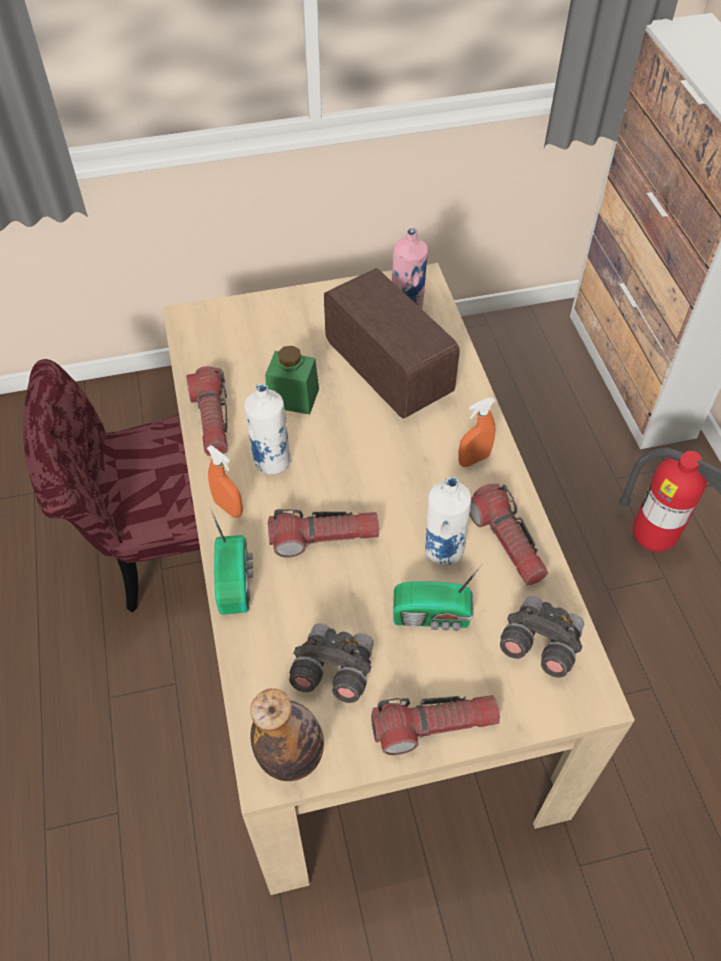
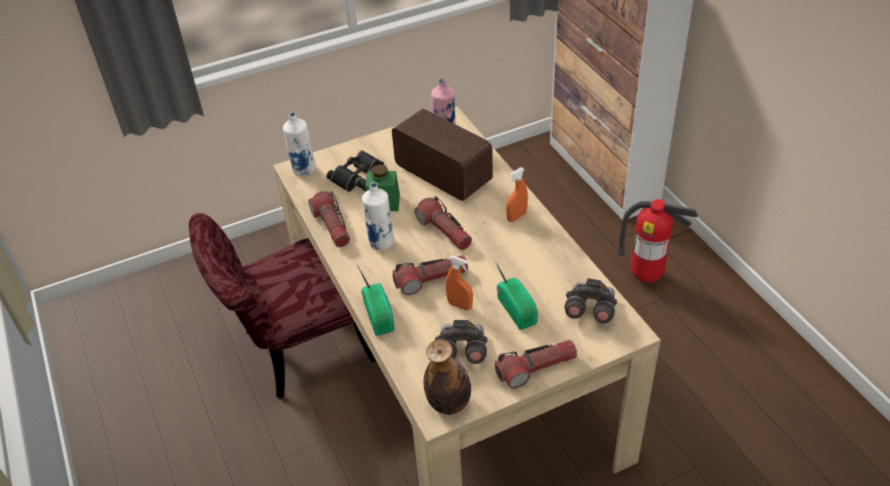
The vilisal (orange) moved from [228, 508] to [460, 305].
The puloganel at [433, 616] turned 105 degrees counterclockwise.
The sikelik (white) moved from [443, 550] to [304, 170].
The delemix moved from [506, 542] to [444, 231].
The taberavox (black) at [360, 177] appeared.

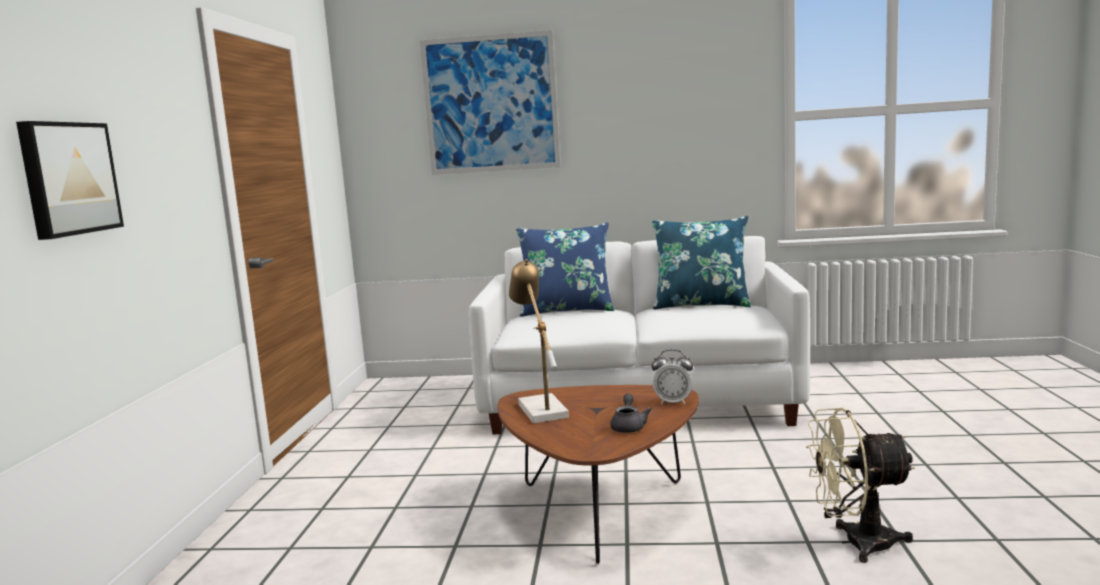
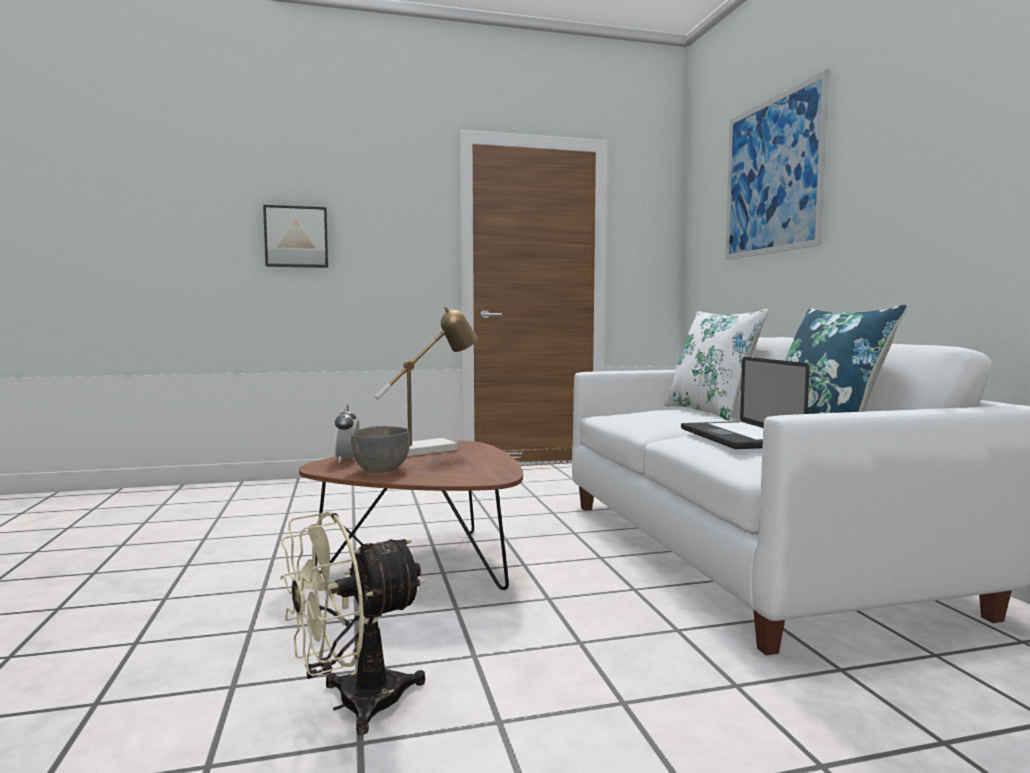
The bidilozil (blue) at [567, 310] became the bidilozil (white) at [710, 412].
The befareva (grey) at [629, 426] was replaced by the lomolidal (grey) at [381, 470].
The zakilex moved from [673, 402] to [347, 460].
The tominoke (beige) at [856, 543] turned 105 degrees counterclockwise.
The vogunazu at [738, 437] appeared.

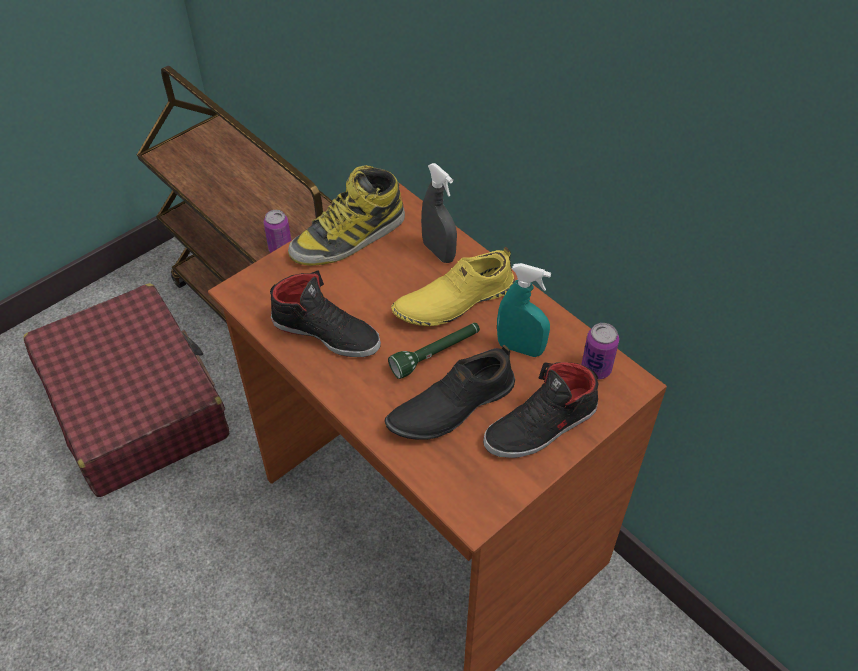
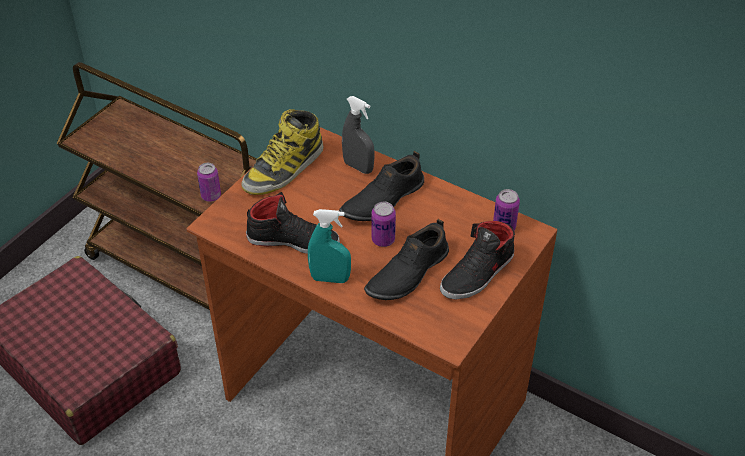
The delemix (green) at [436, 354] was replaced by the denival at [383, 240].
The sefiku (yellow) at [453, 300] became the sefiku (black) at [382, 199].
The vilisal (turquoise) moved from [520, 348] to [330, 278].

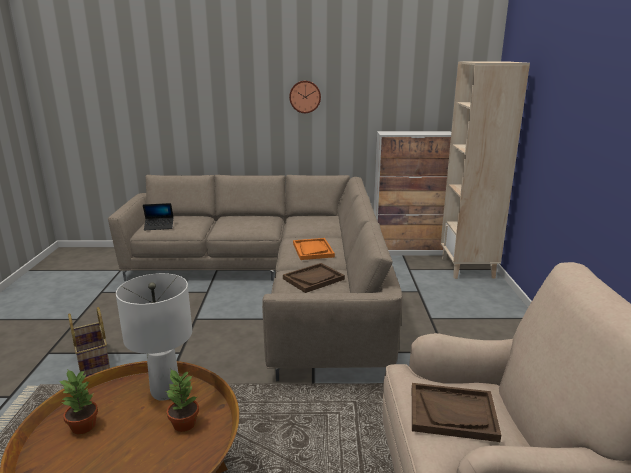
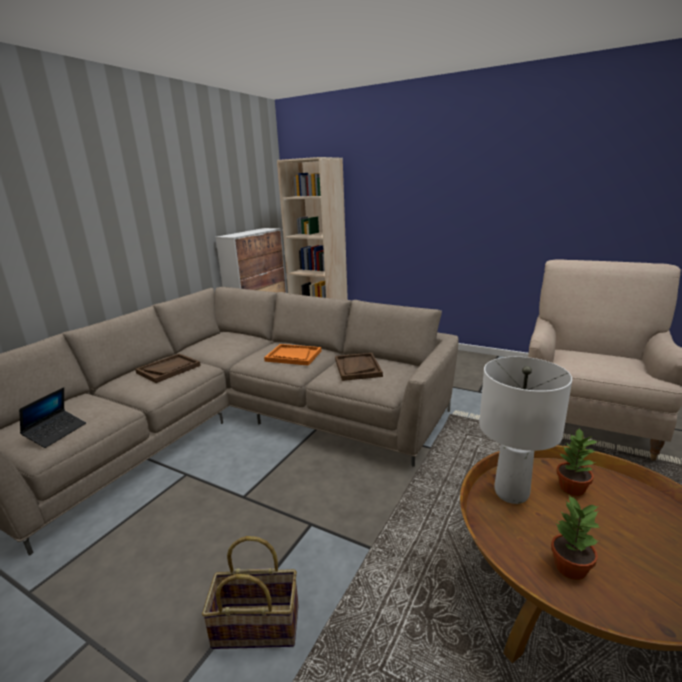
The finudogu at [305, 96] disappeared.
The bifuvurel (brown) moved from [453, 413] to [168, 369].

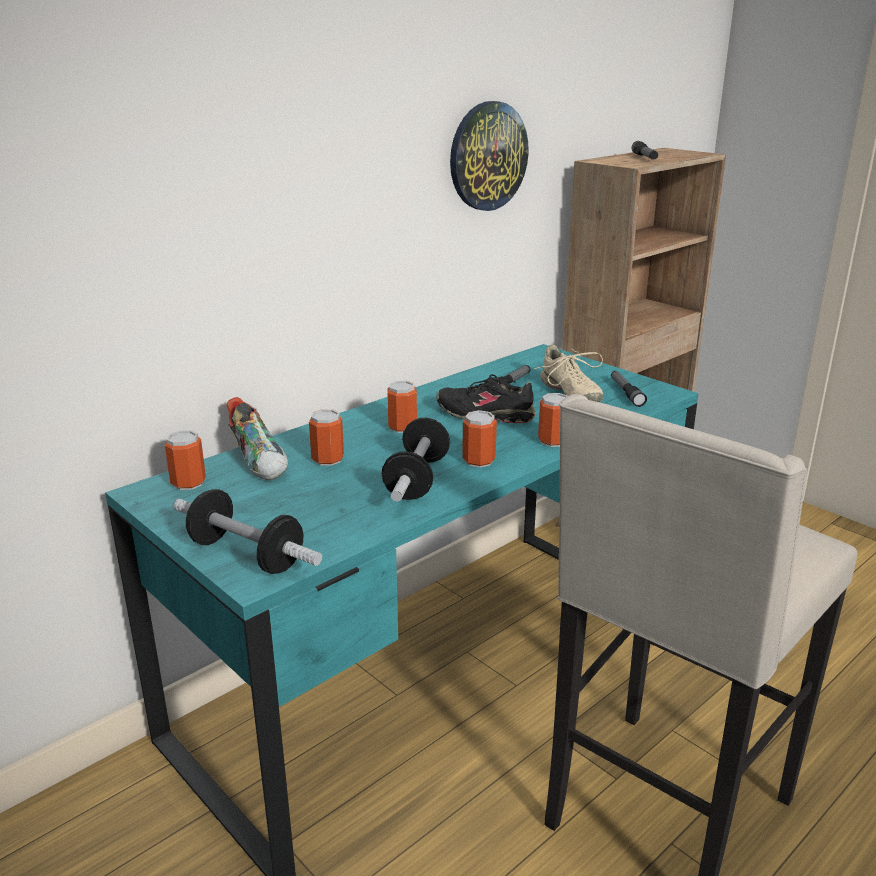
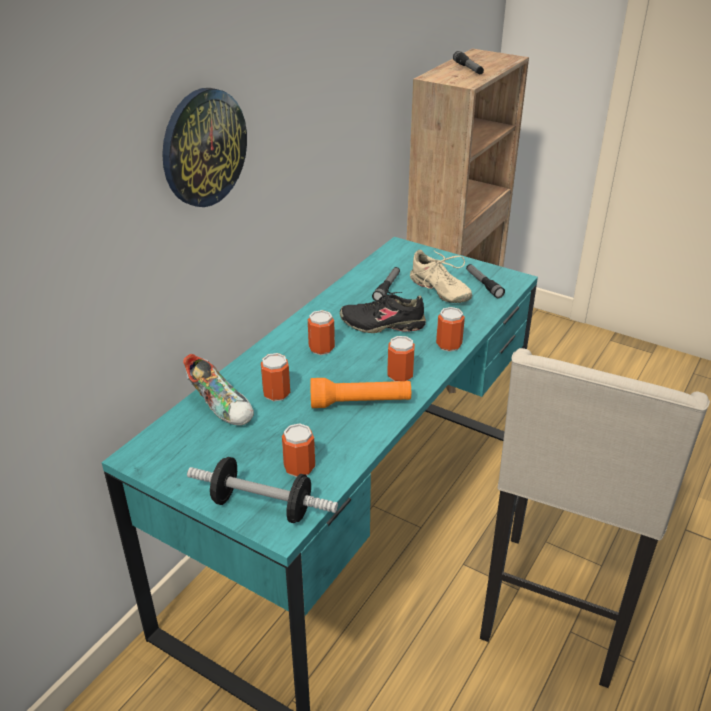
The denival moved from [188, 483] to [299, 468].
The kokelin at [417, 479] was replaced by the delemix (orange) at [360, 403].
The finudogu moved from [487, 156] to [203, 147].

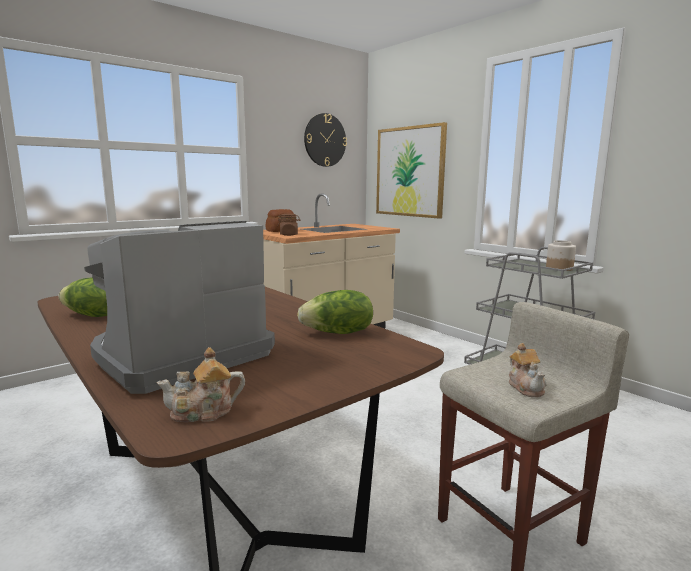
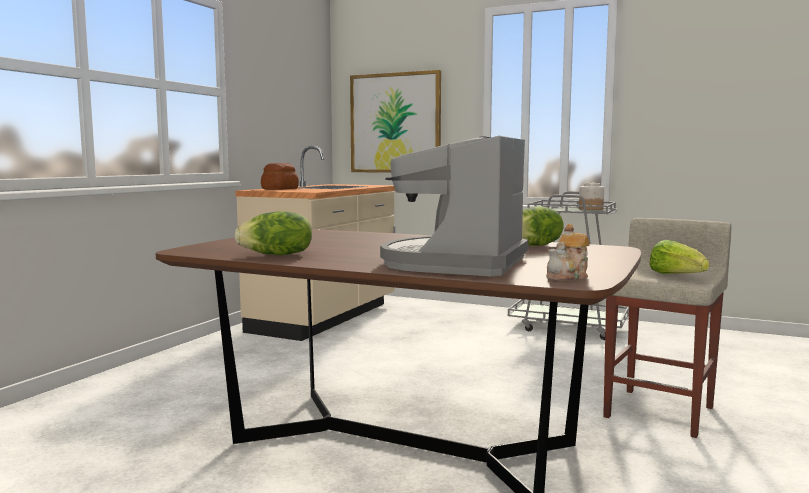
The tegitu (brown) at [289, 235] disappeared.
The finudogu at [325, 140] disappeared.
The befareva at [526, 387] was replaced by the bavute at [676, 275].

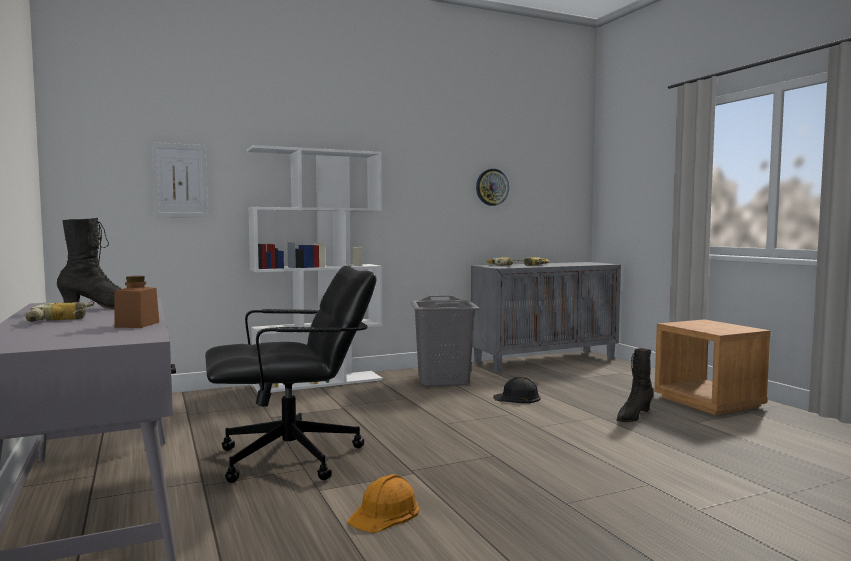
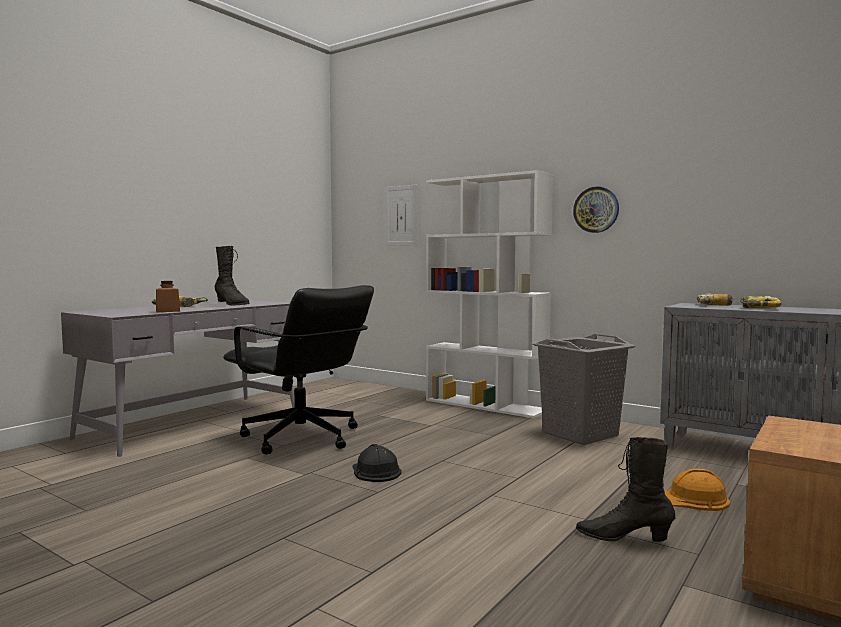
The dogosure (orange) moved from [385, 513] to [693, 500].
The finudogu moved from [492, 187] to [596, 209].
The dogosure (black) moved from [517, 398] to [375, 471].

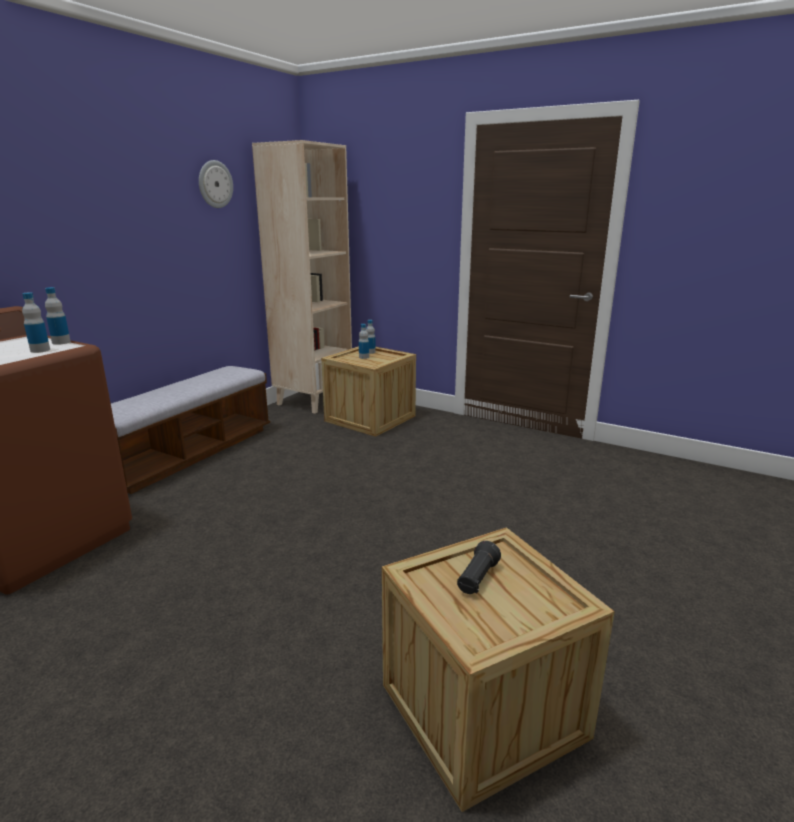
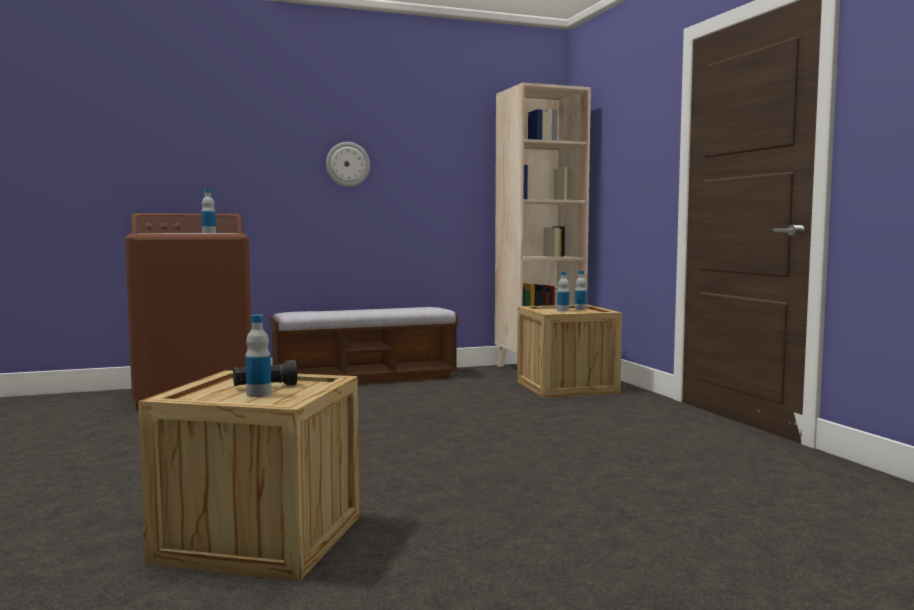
The sikelik moved from [61, 342] to [259, 394].
The finudogu moved from [215, 184] to [347, 164].

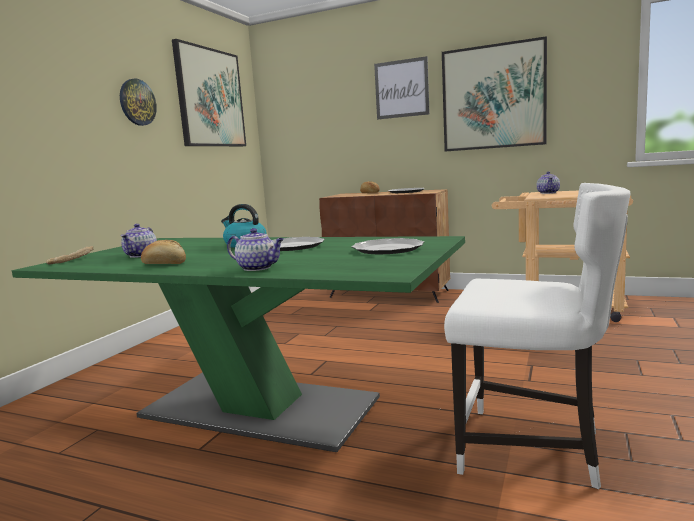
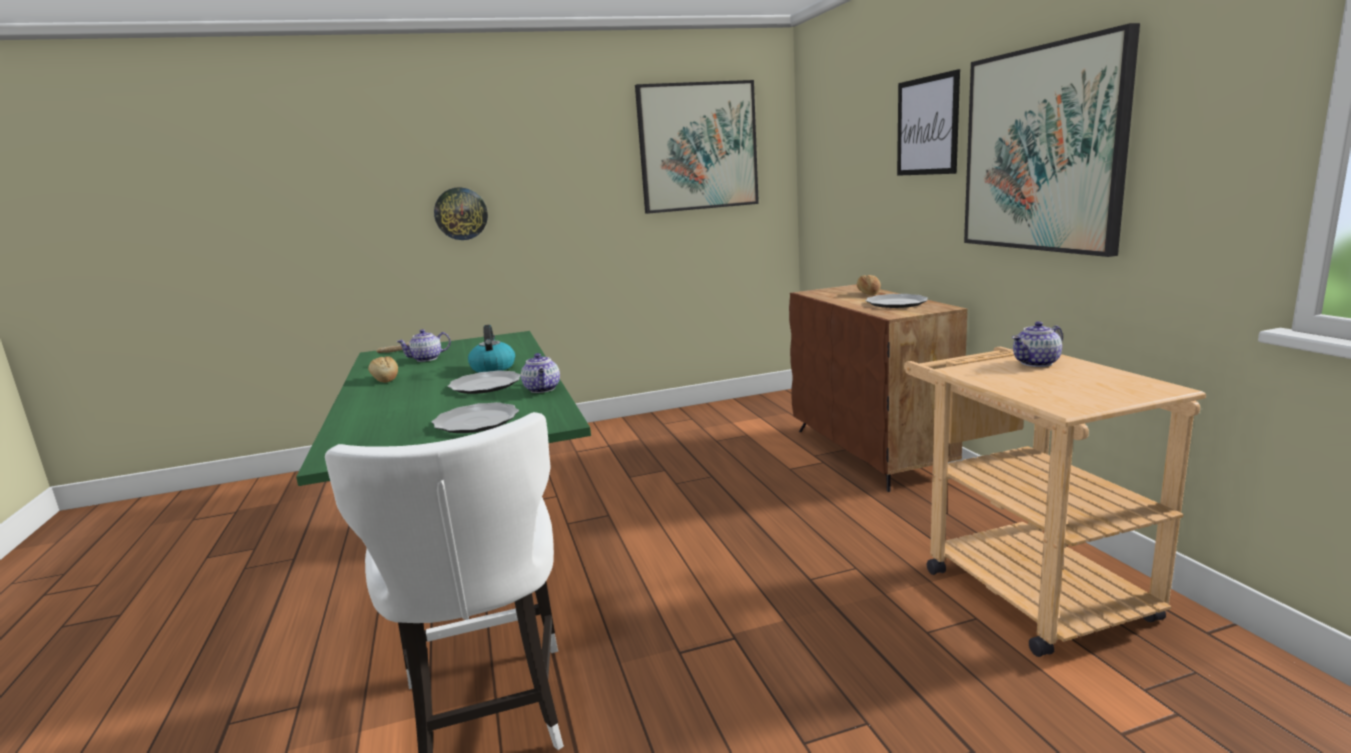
The finudogu moved from [137, 102] to [461, 213].
The befareva moved from [258, 268] to [542, 389].

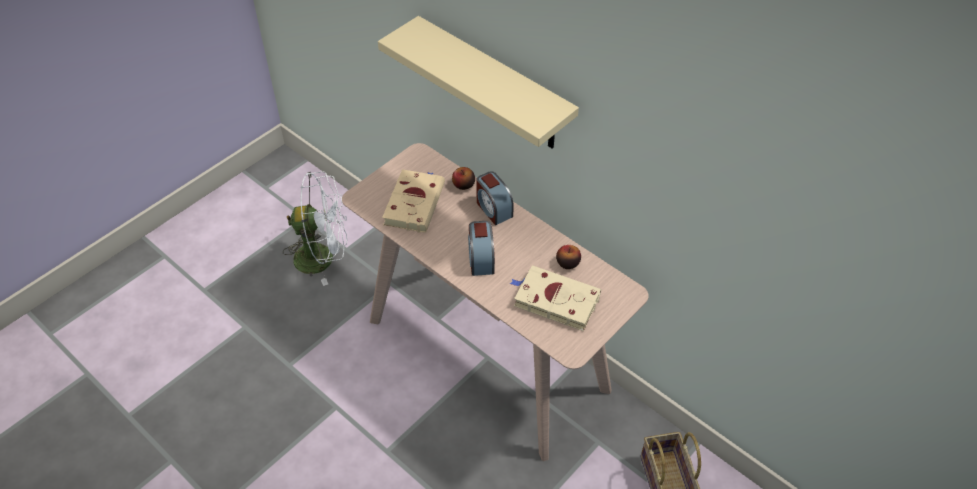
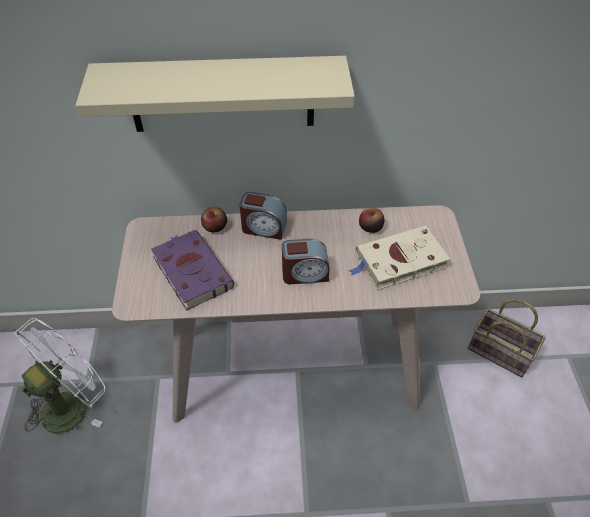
The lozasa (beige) at [414, 203] became the lozasa (purple) at [191, 271].
The zakilex at [481, 259] turned 45 degrees counterclockwise.

